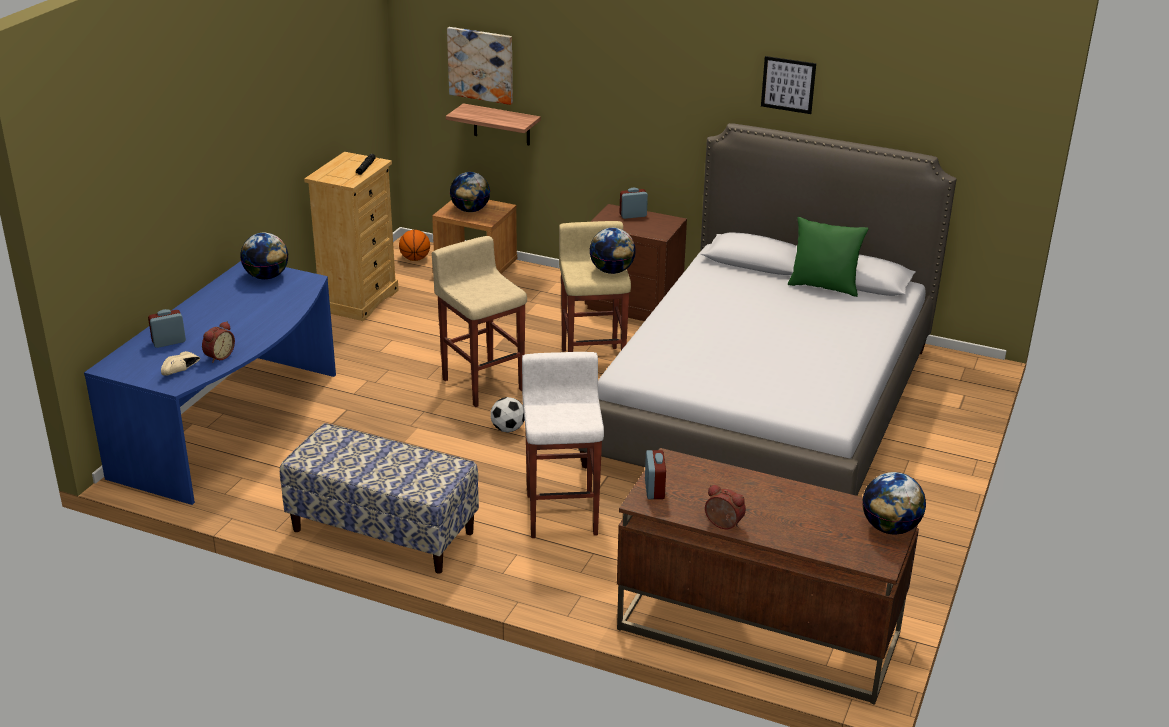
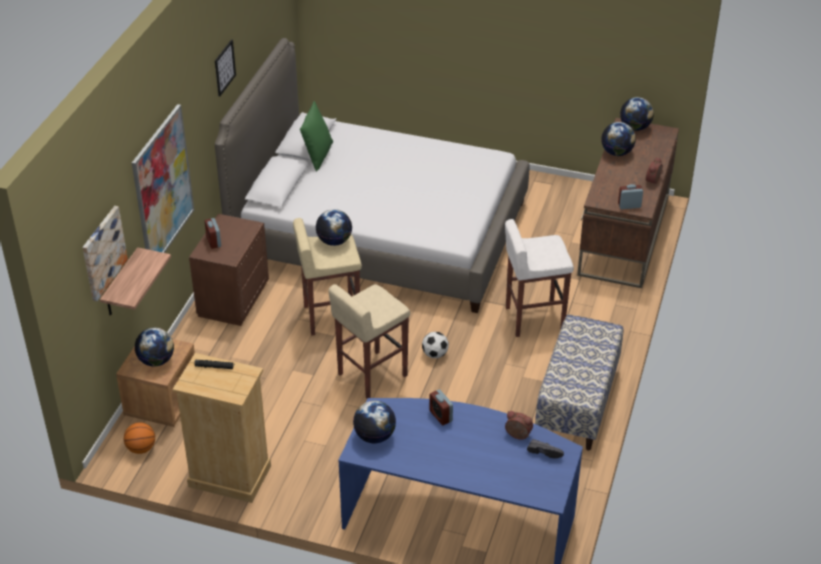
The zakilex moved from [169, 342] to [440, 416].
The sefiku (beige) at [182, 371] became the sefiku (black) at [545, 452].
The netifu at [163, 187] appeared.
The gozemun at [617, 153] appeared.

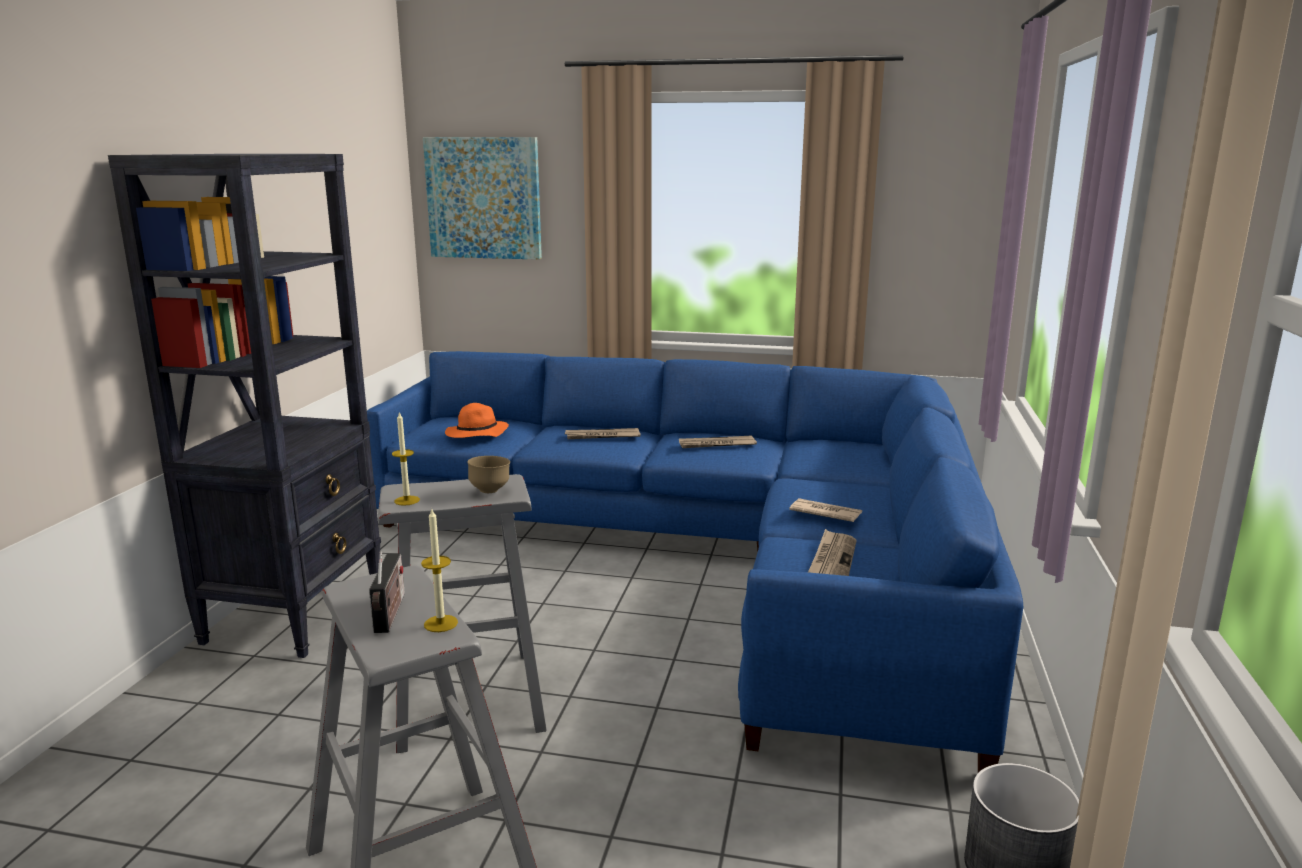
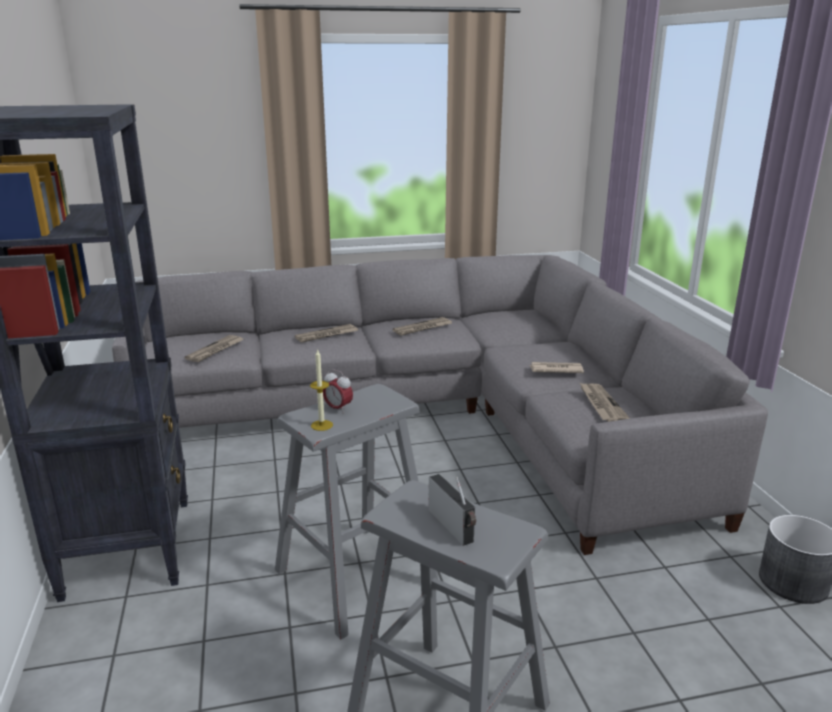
The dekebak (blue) at [714, 557] became the dekebak (grey) at [435, 416].
The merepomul at [441, 623] disappeared.
The netifu at [484, 198] disappeared.
The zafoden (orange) at [476, 434] was replaced by the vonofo at [215, 350].
The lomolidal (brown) at [490, 491] disappeared.
The zakilex at [338, 409] appeared.

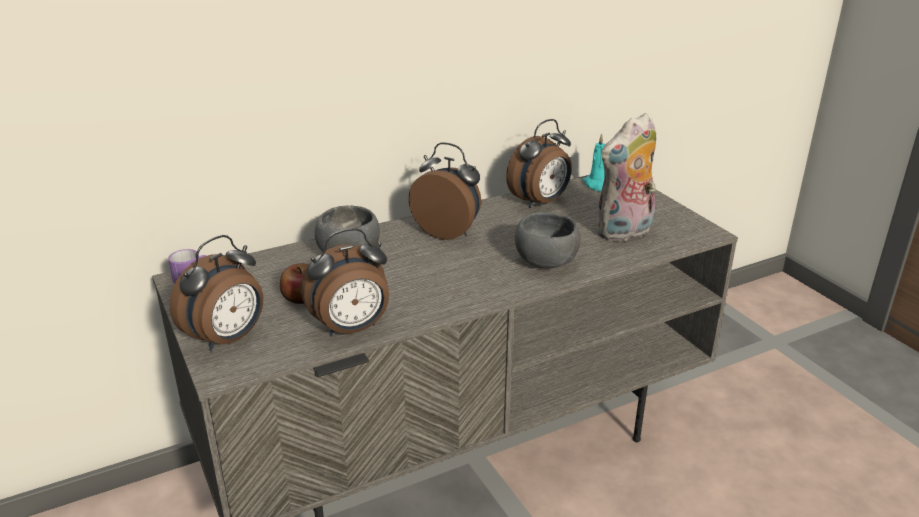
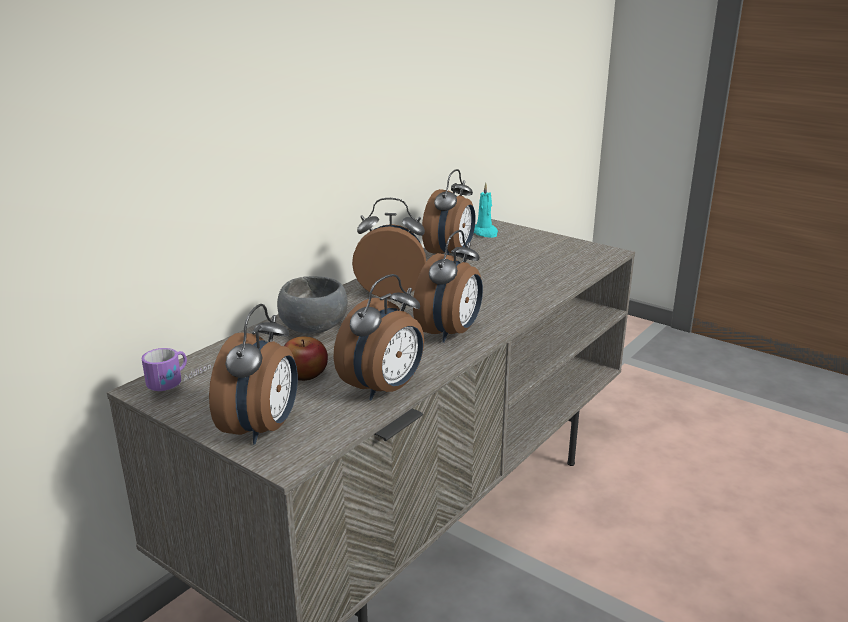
The lomolidal (grey) at [544, 262] disappeared.
The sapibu at [625, 233] disappeared.
The zakilex at [450, 333] appeared.

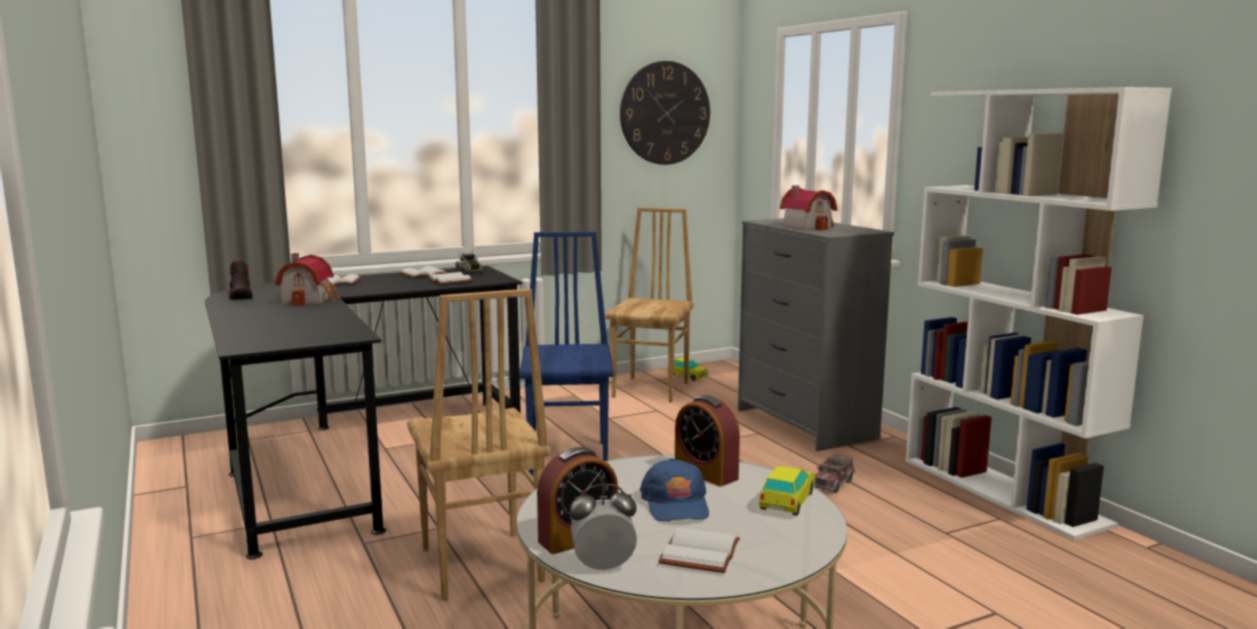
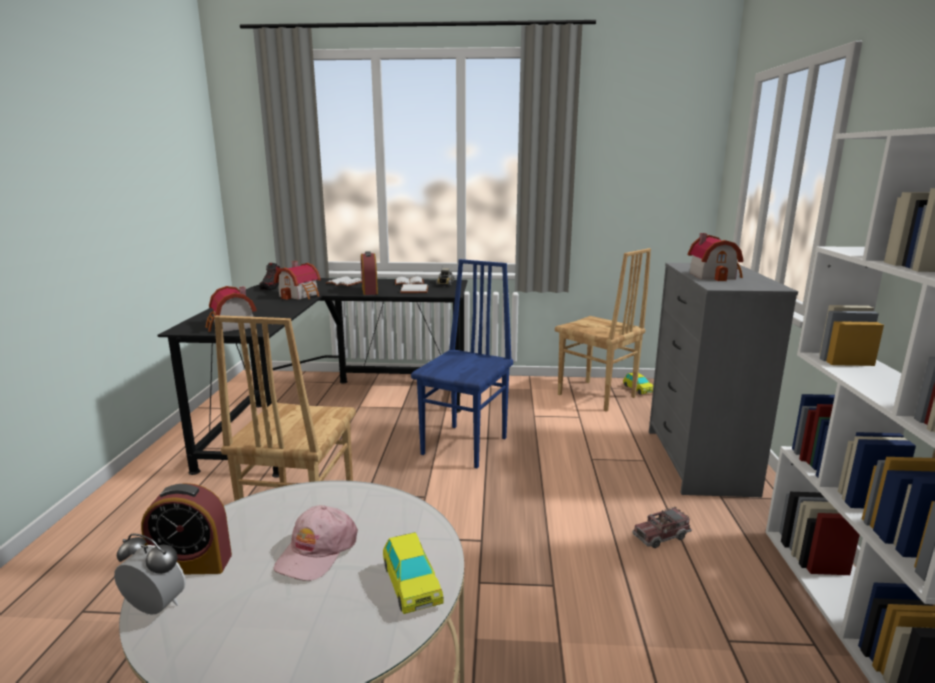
The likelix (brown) at [652, 389] turned 90 degrees clockwise.
The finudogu at [665, 113] disappeared.
The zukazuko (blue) at [676, 504] became the zukazuko (pink) at [316, 551].
The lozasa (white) at [702, 554] disappeared.
The zakilex moved from [706, 473] to [369, 291].
The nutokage at [787, 501] turned 105 degrees clockwise.
The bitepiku at [231, 326] appeared.

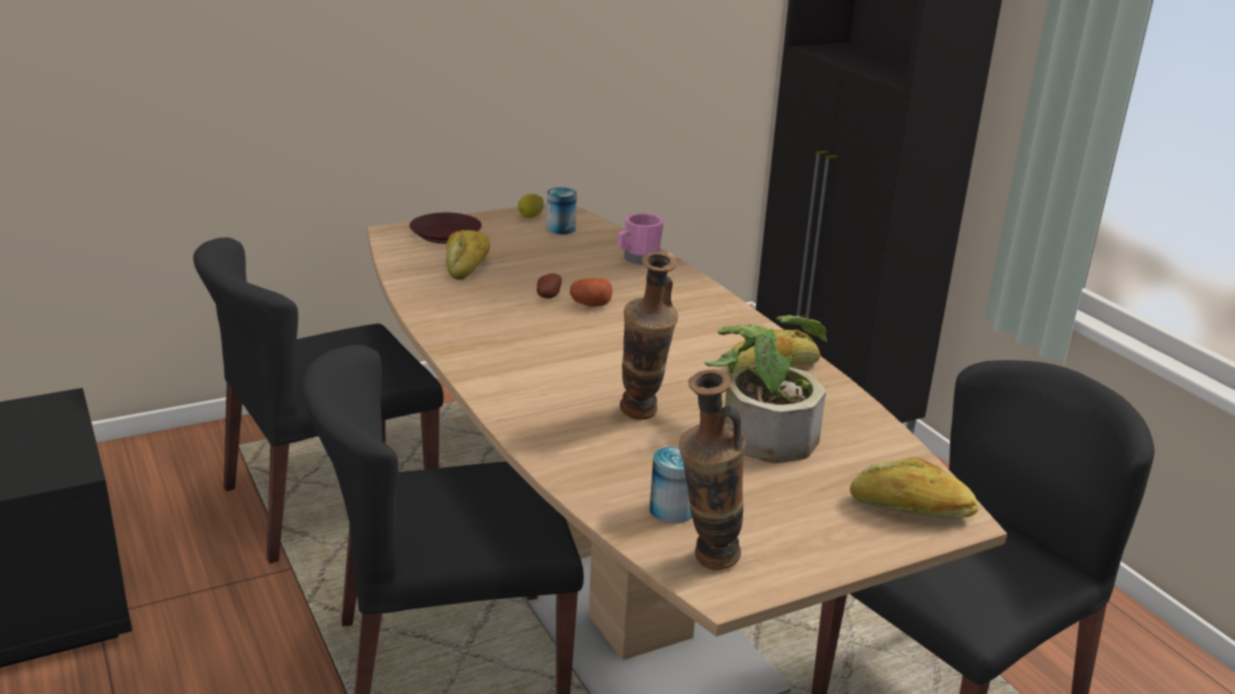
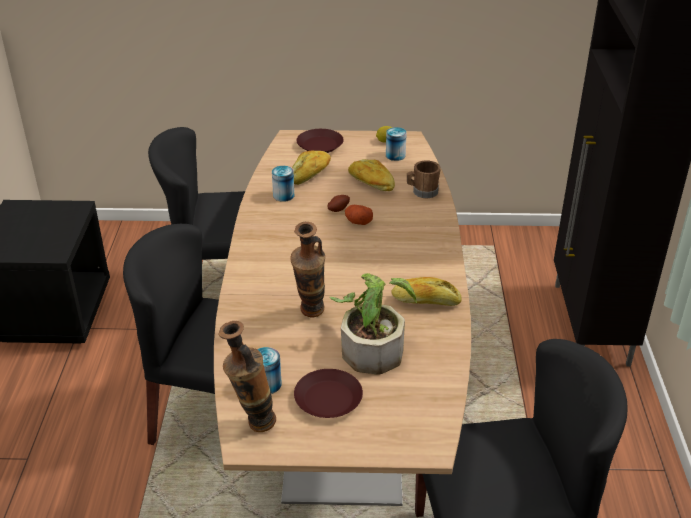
The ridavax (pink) at [638, 259] became the ridavax (brown) at [422, 192].
The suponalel moved from [911, 509] to [371, 183].
The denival at [283, 195] appeared.
The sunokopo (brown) at [329, 399] appeared.

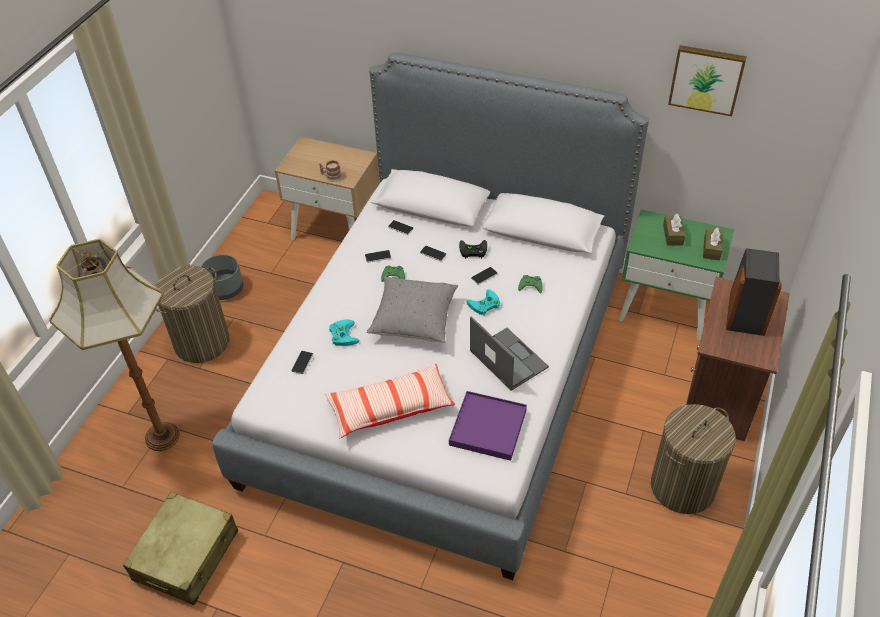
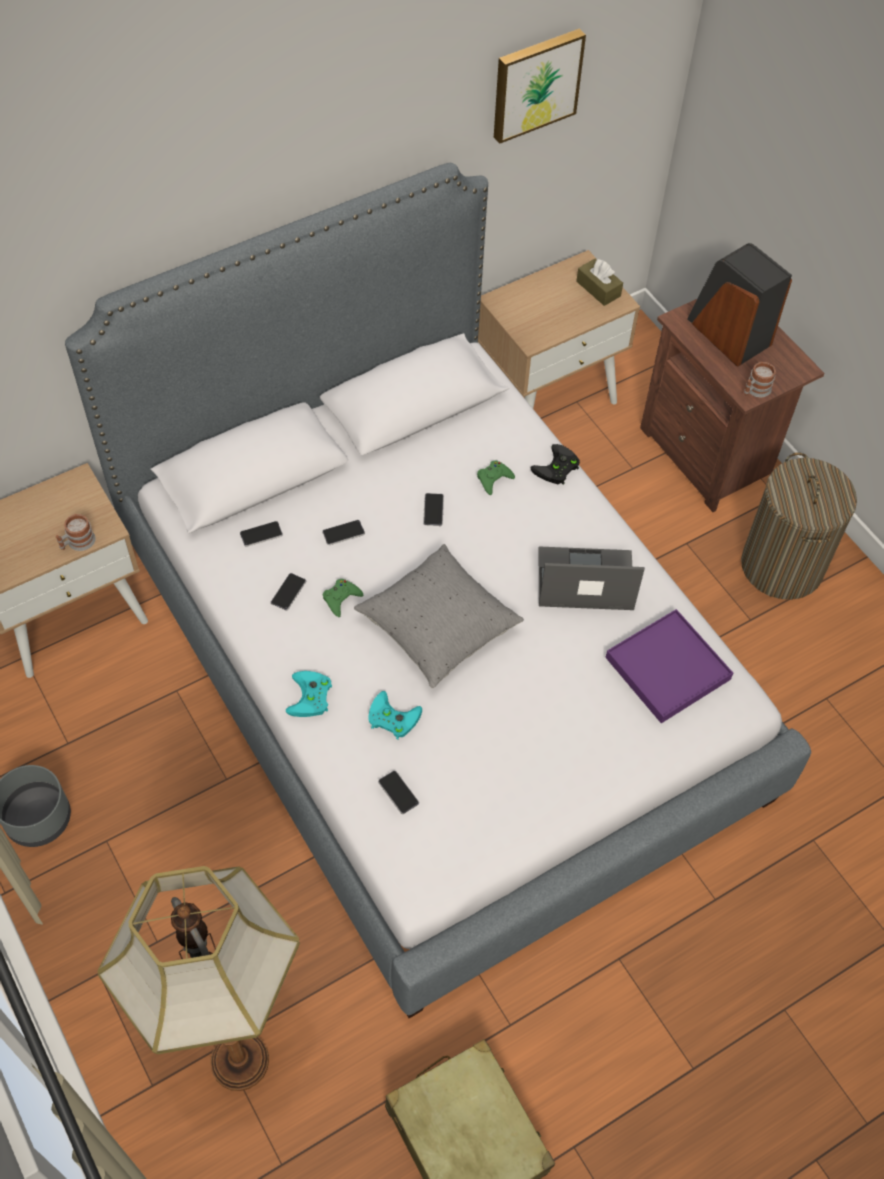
The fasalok at [202, 342] disappeared.
The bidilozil at [390, 408] disappeared.
The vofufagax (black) moved from [472, 251] to [556, 469].
The vofufagax (turquoise) moved from [484, 305] to [311, 698].
The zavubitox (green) at [666, 309] became the zavubitox (beige) at [547, 395].
The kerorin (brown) at [673, 235] disappeared.
The ridavax at [755, 390] appeared.

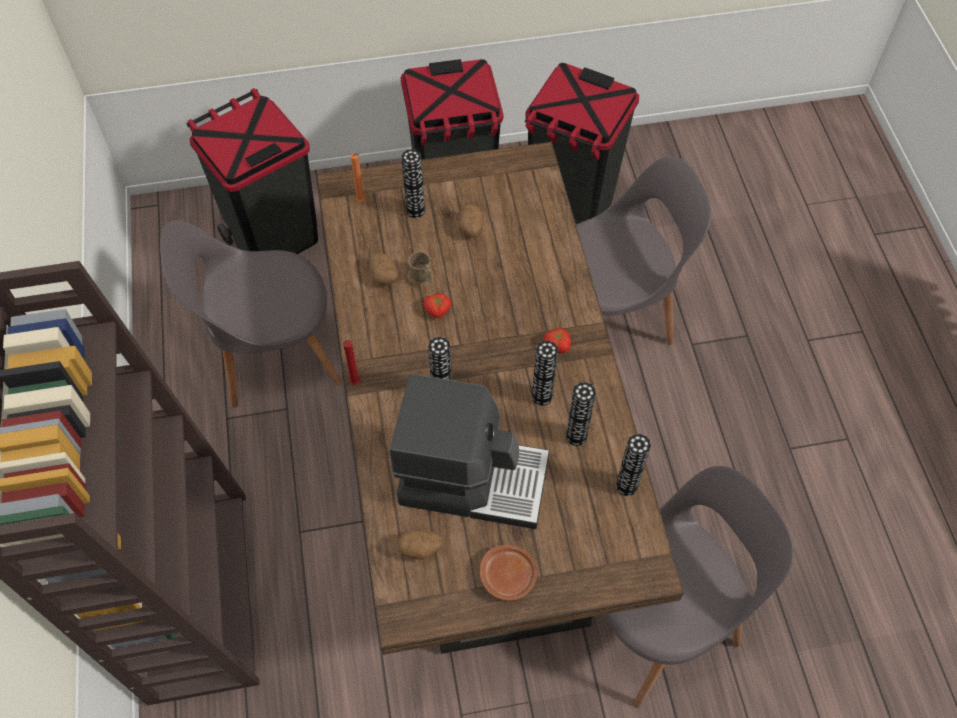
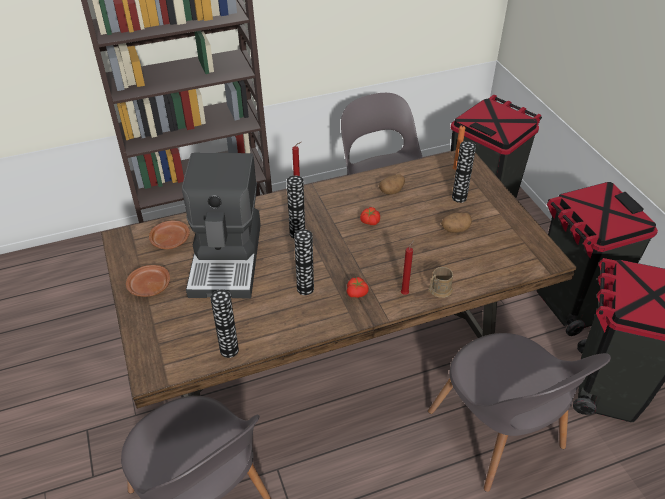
The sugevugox at [421, 549] was replaced by the sunokopo (brown) at [170, 240].
The ridavax (brown) moved from [422, 278] to [438, 290].
The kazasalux at [576, 436] disappeared.
The merepomul (red) at [405, 293] appeared.

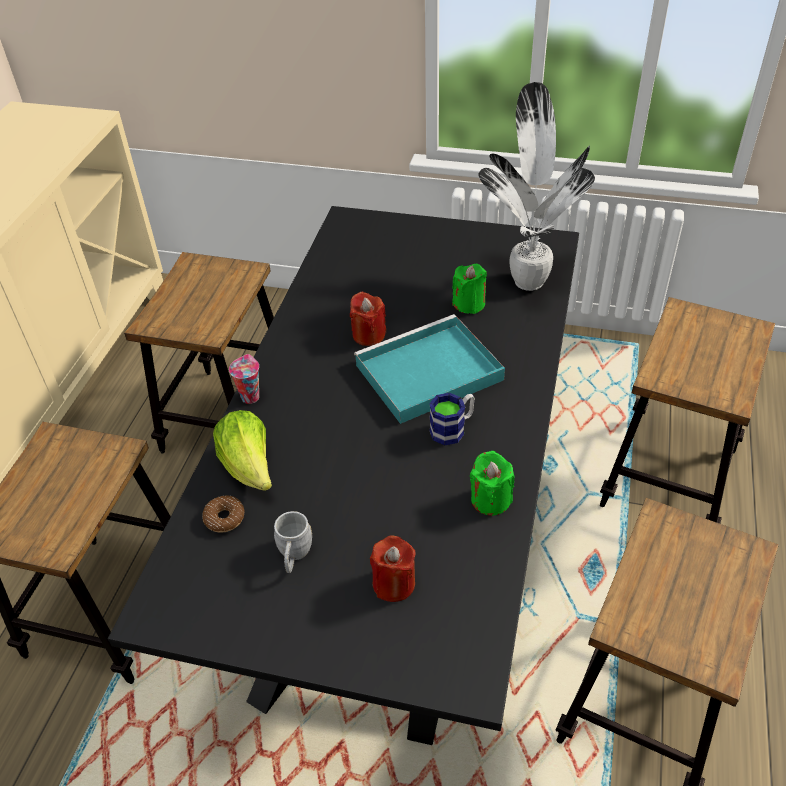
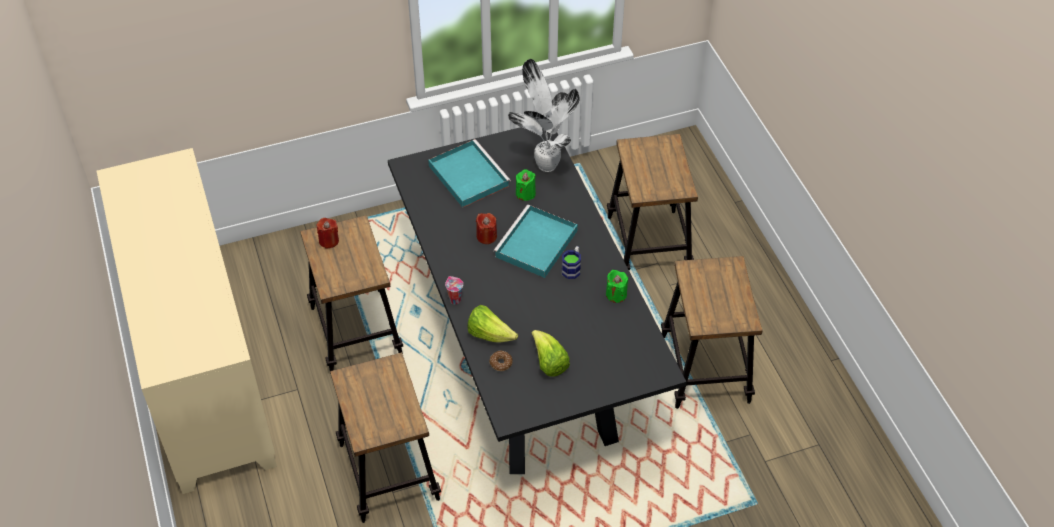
The ridavax (grey) at [294, 556] was replaced by the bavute at [549, 363].
The merepomul (red) moved from [394, 583] to [329, 241].
The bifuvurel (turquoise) at [467, 175] appeared.

